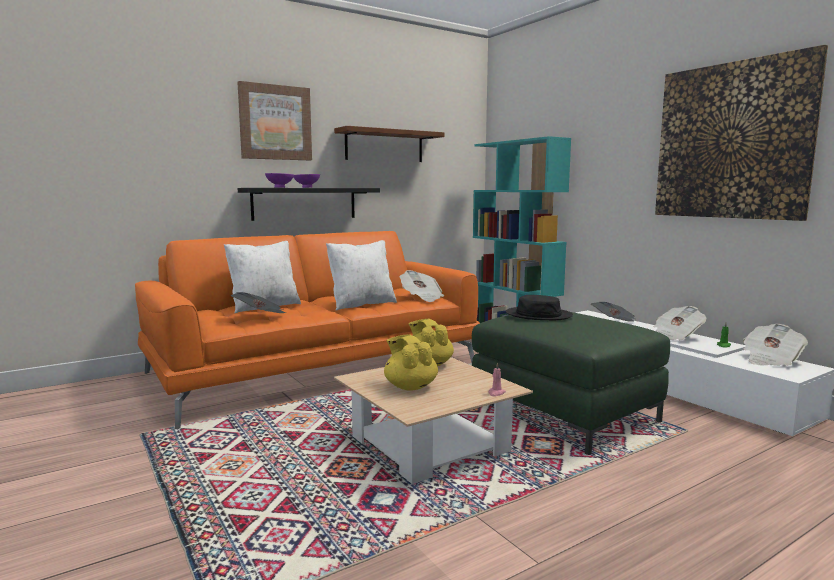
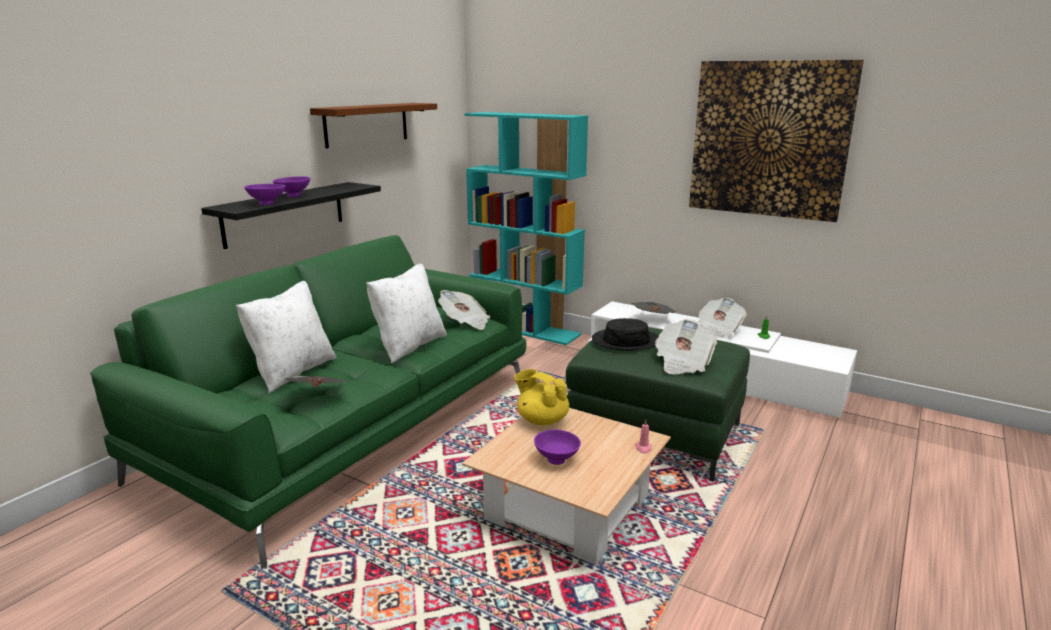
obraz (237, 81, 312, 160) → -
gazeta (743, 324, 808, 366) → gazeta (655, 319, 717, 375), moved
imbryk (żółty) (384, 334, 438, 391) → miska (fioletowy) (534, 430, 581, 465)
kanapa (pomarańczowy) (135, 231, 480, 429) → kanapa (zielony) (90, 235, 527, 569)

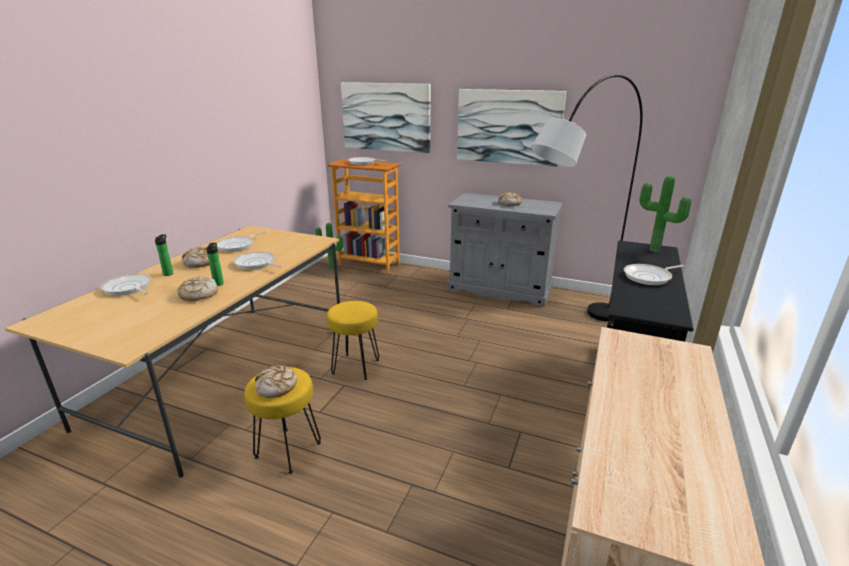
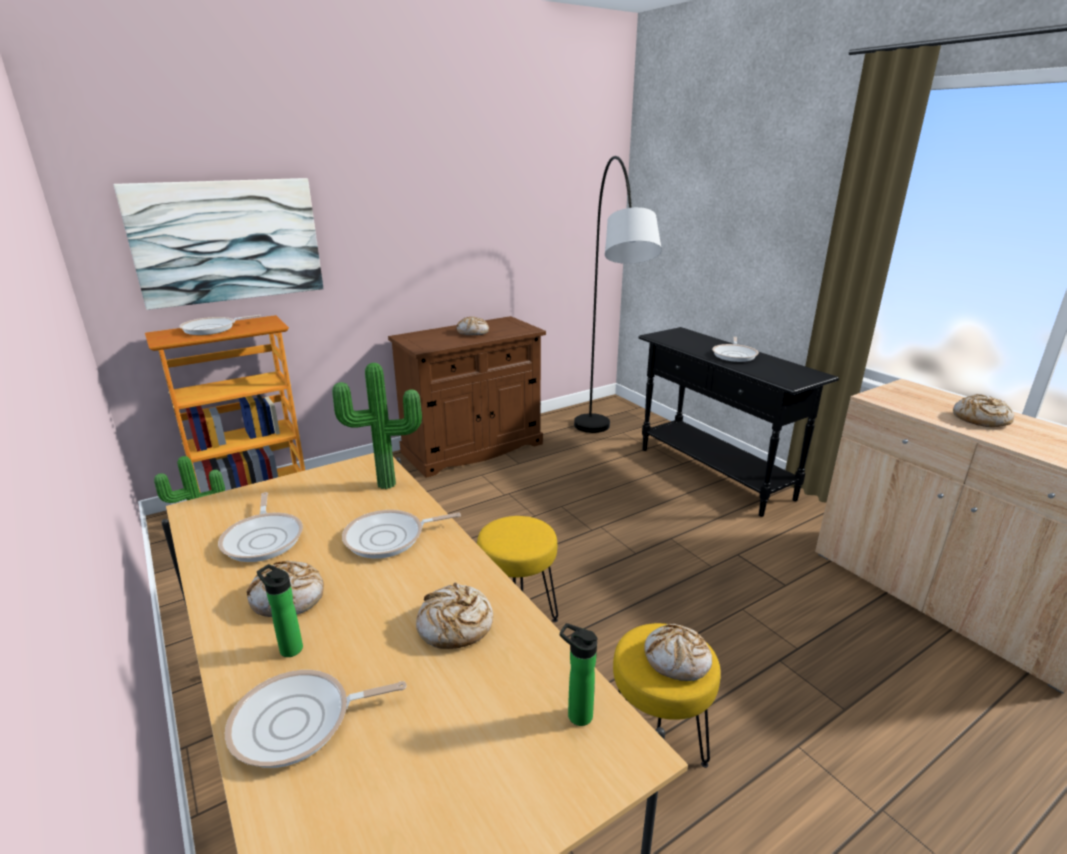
obraz (457, 89, 566, 167) → -
- → chleb (953, 394, 1014, 427)
butelka (206, 243, 224, 286) → butelka (560, 623, 598, 726), moved
roślina doniczkowa (639, 176, 691, 252) → roślina doniczkowa (332, 363, 422, 489), moved
szafka (szary) (448, 193, 563, 307) → szafka (brązowy) (388, 316, 546, 478)

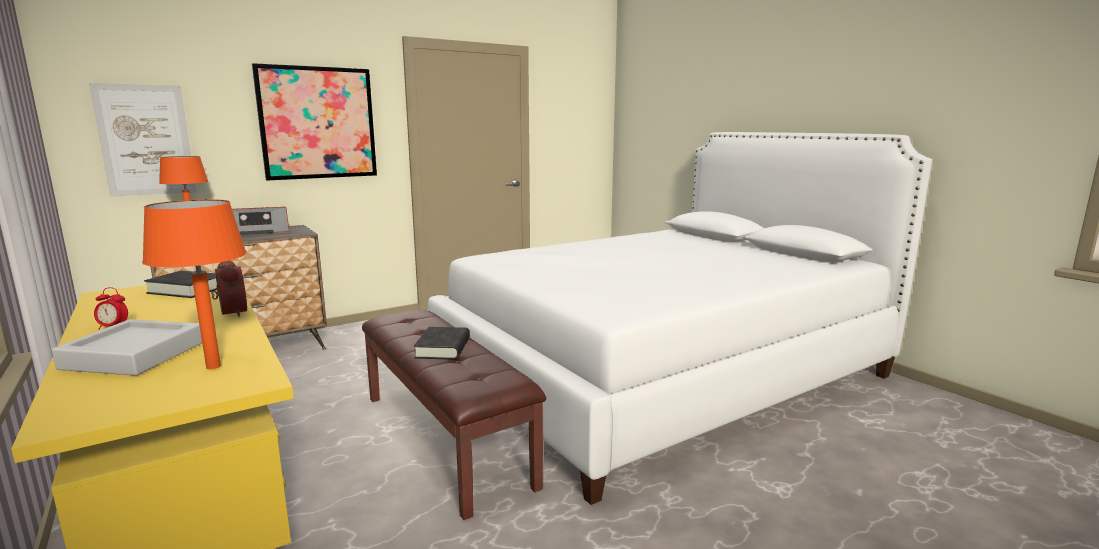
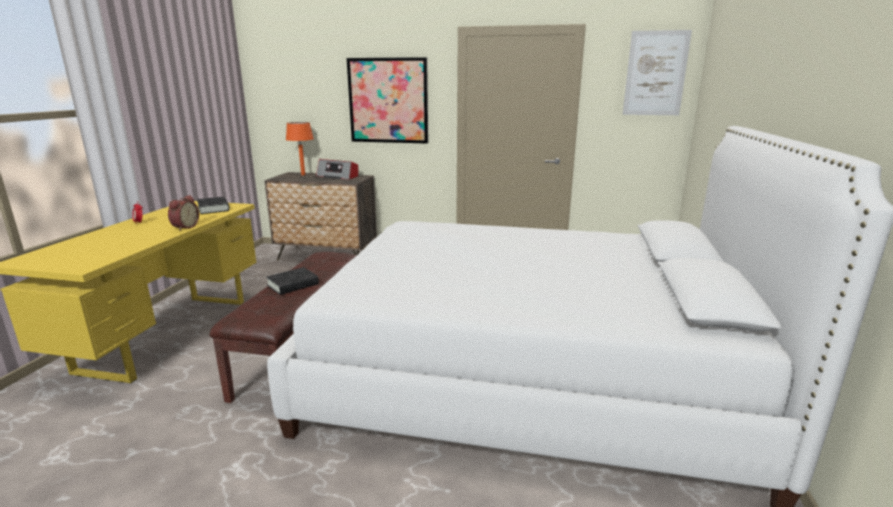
taca (szary) (52, 319, 202, 376) → -
lampa stołowa (pomarańczowy) (142, 199, 247, 369) → -
obraz (89, 83, 197, 197) → obraz (622, 30, 692, 115), moved

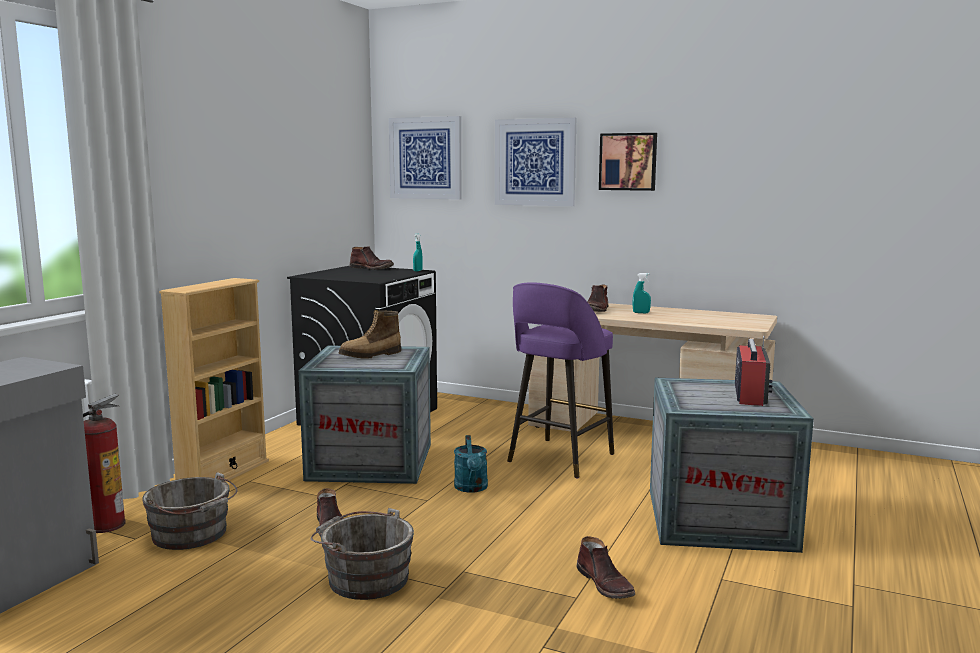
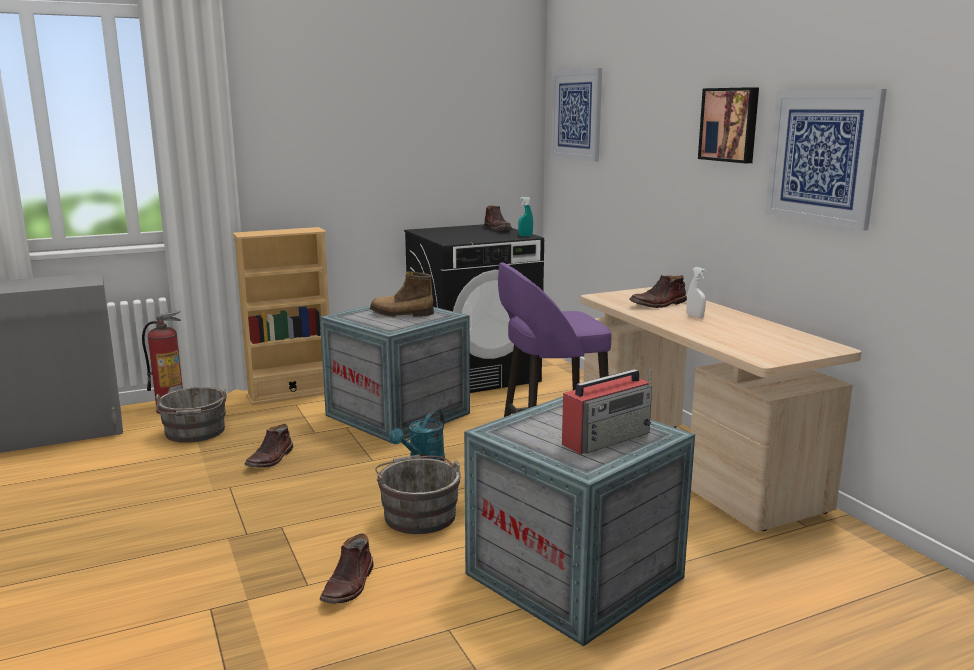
wiadro (szary) (311, 508, 414, 600) → wiadro (szary) (375, 455, 461, 534), moved
obraz (495, 118, 576, 206) → obraz (765, 89, 887, 231), moved
spryskiwacz (turkusowy) (633, 273, 651, 313) → spryskiwacz (biały) (686, 267, 706, 318)

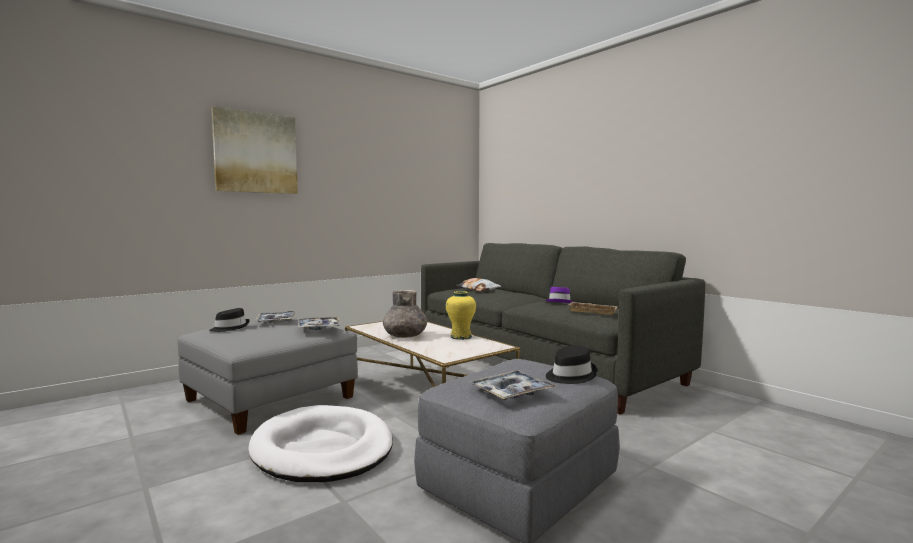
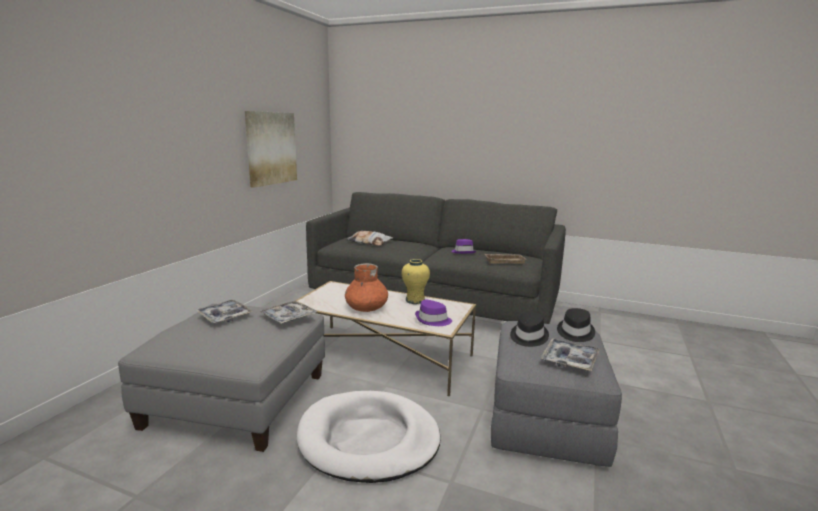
- → kapelusz (fioletowy) (415, 300, 452, 326)
kapelusz (czarny) (209, 308, 250, 332) → kapelusz (czarny) (510, 312, 549, 347), moved
obraz (211, 107, 298, 194) → obraz (245, 111, 297, 188), moved
wazon (szary) (383, 290, 427, 338) → wazon (pomarańczowy) (345, 263, 388, 312)

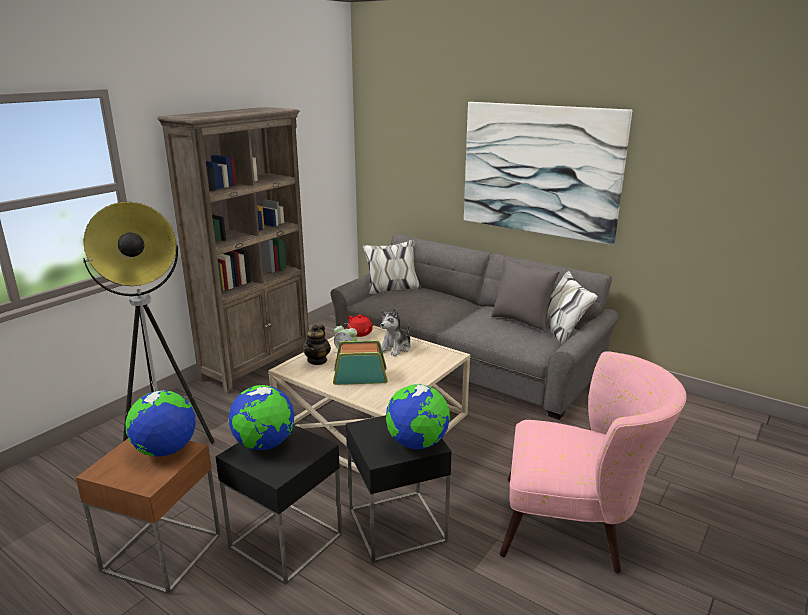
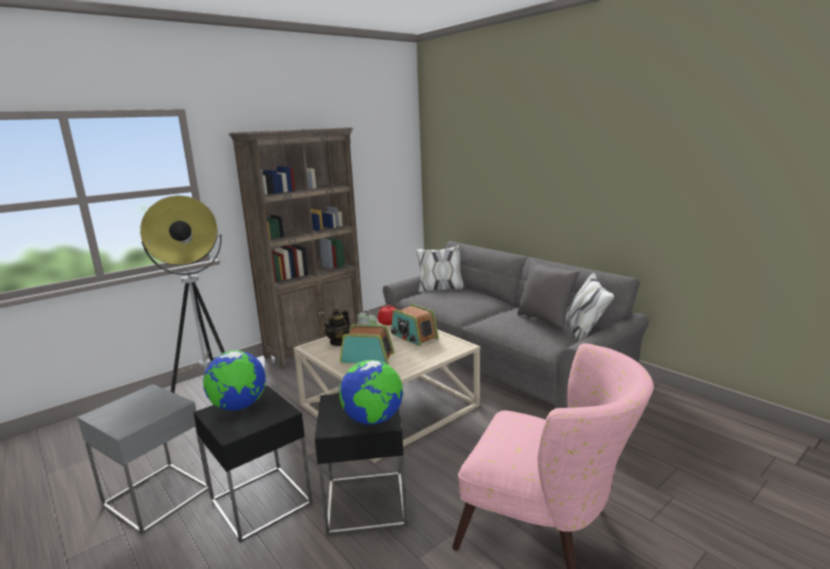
globus (125, 390, 196, 457) → -
obraz (464, 102, 632, 245) → -
pluszak (381, 308, 411, 356) → radio (391, 304, 439, 346)
stolik (brązowy) (76, 439, 221, 595) → stolik (szary) (77, 384, 209, 535)

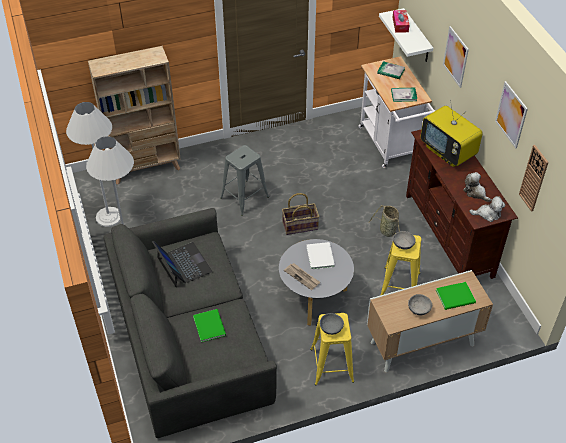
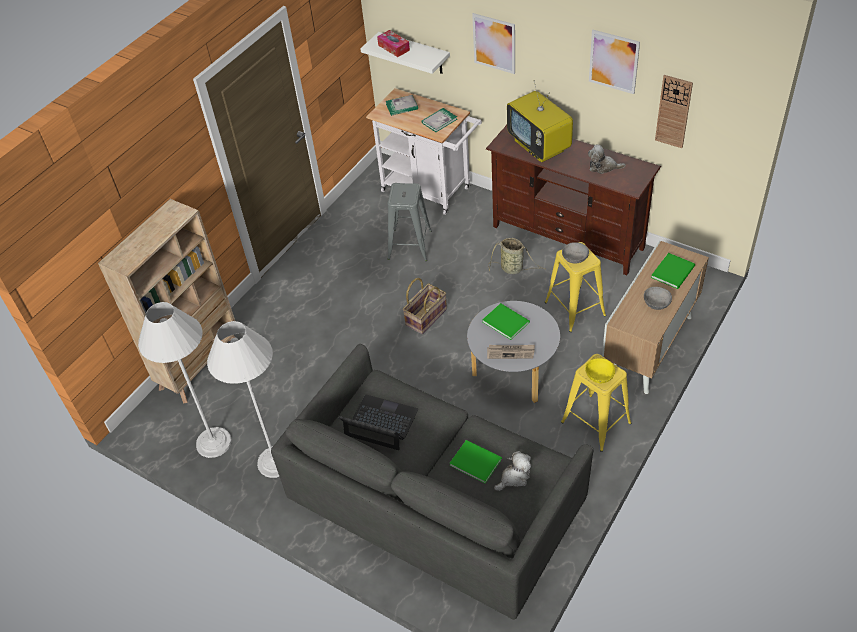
stołek (szary) (220, 145, 269, 215) → stołek (szary) (388, 183, 432, 261), moved
pluszak (469, 196, 505, 222) → pluszak (494, 451, 531, 491), moved
książka (biały) (306, 242, 335, 270) → książka (zielony) (482, 303, 530, 340)
miska (szary) (320, 313, 344, 335) → miska (żółty) (585, 358, 615, 383)
telewizor (421, 100, 483, 167) → telewizor (507, 80, 573, 162), 45 degrees clockwise

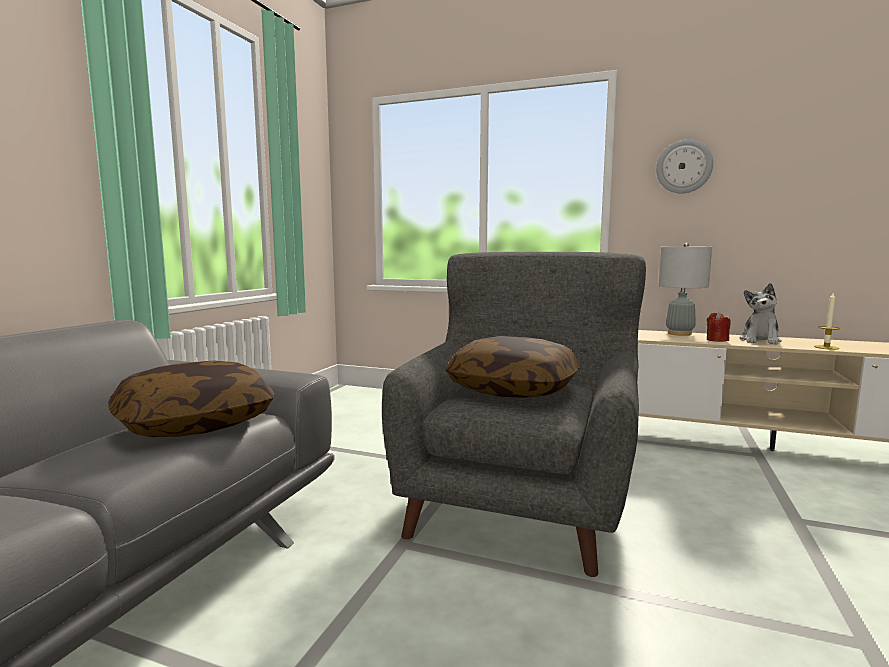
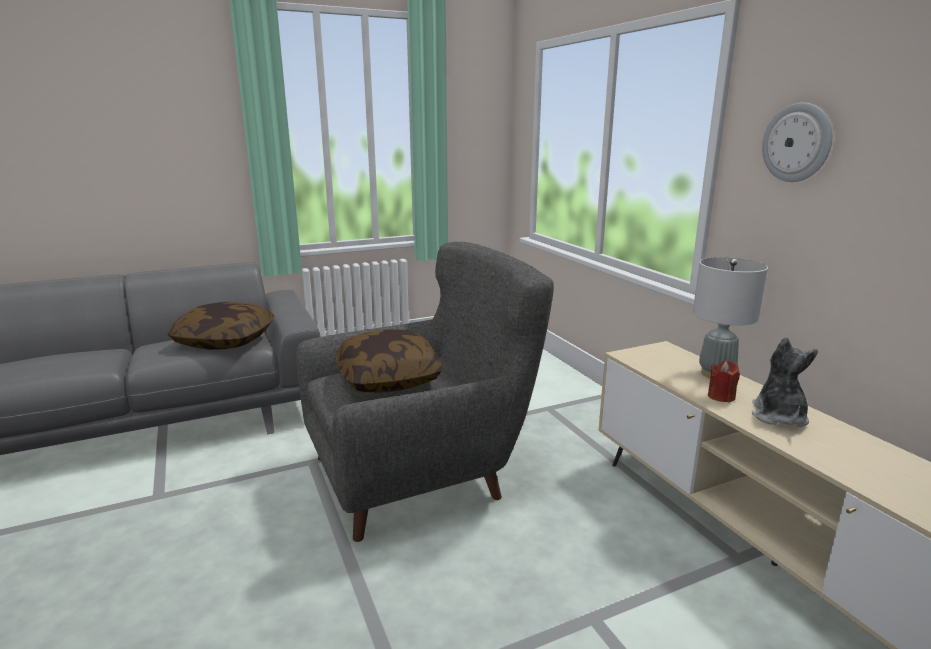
świeca (814, 293, 840, 350) → -
pluszak (739, 283, 782, 345) → pluszak (752, 337, 818, 427), 120 degrees clockwise

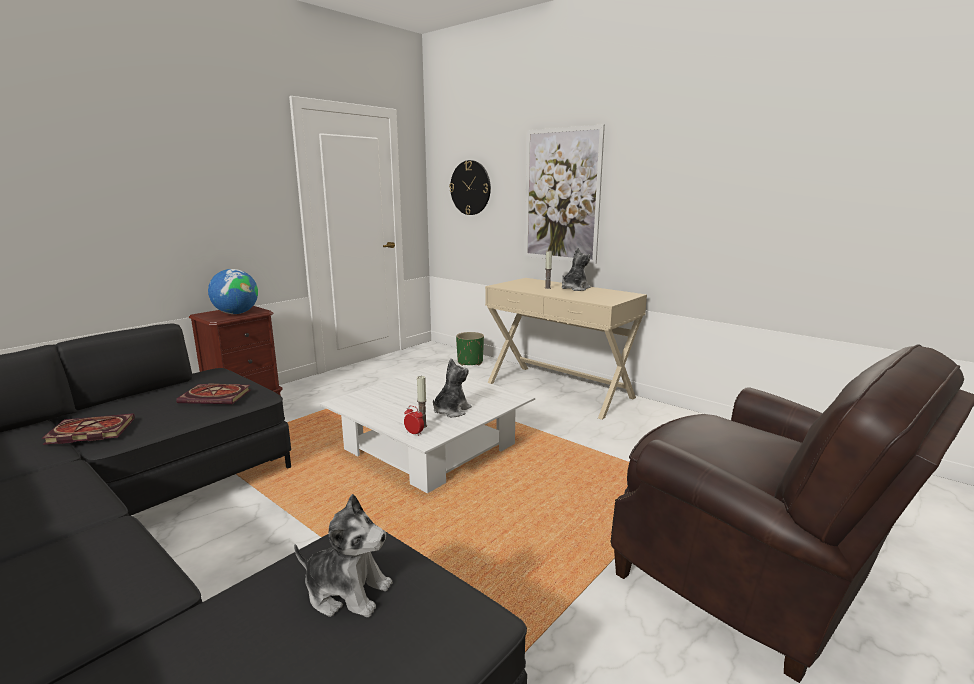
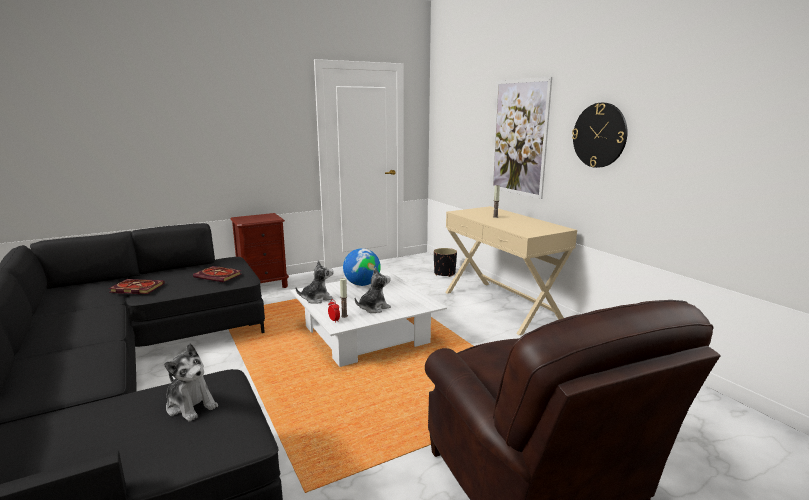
globus (208, 269, 258, 314) → globus (343, 248, 381, 286), moved
zegar ścienny (449, 160, 491, 215) → zegar ścienny (572, 103, 627, 168), moved
pluszak (562, 247, 591, 291) → pluszak (296, 260, 334, 304), moved
donica (zielony) (456, 332, 484, 366) → donica (czarny) (434, 248, 457, 277)

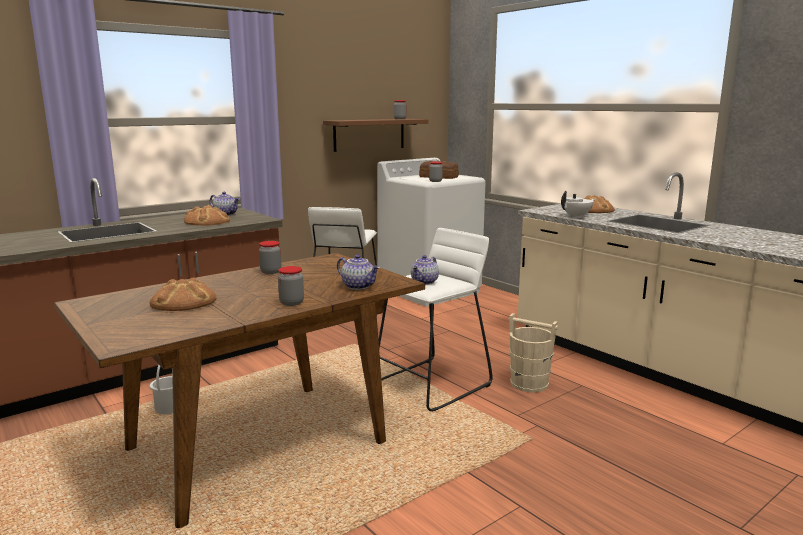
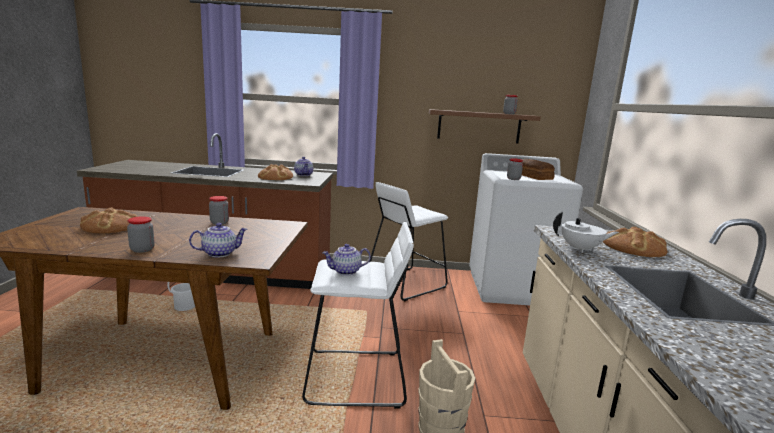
imbryk (337, 254, 380, 290) → imbryk (189, 223, 247, 258), 105 degrees counterclockwise

